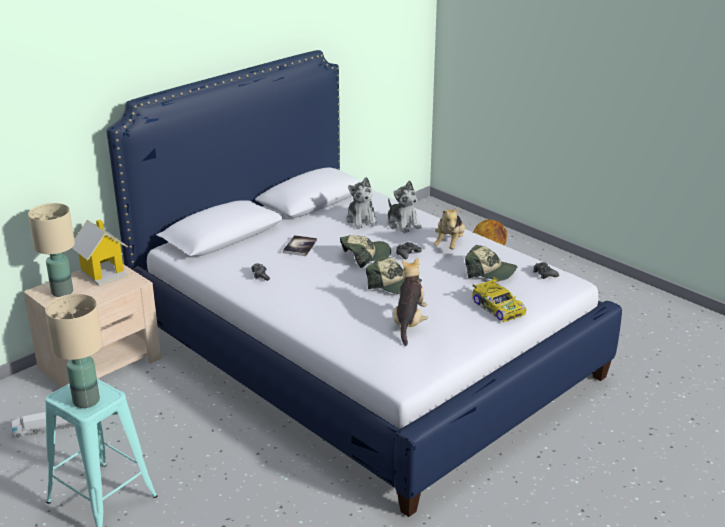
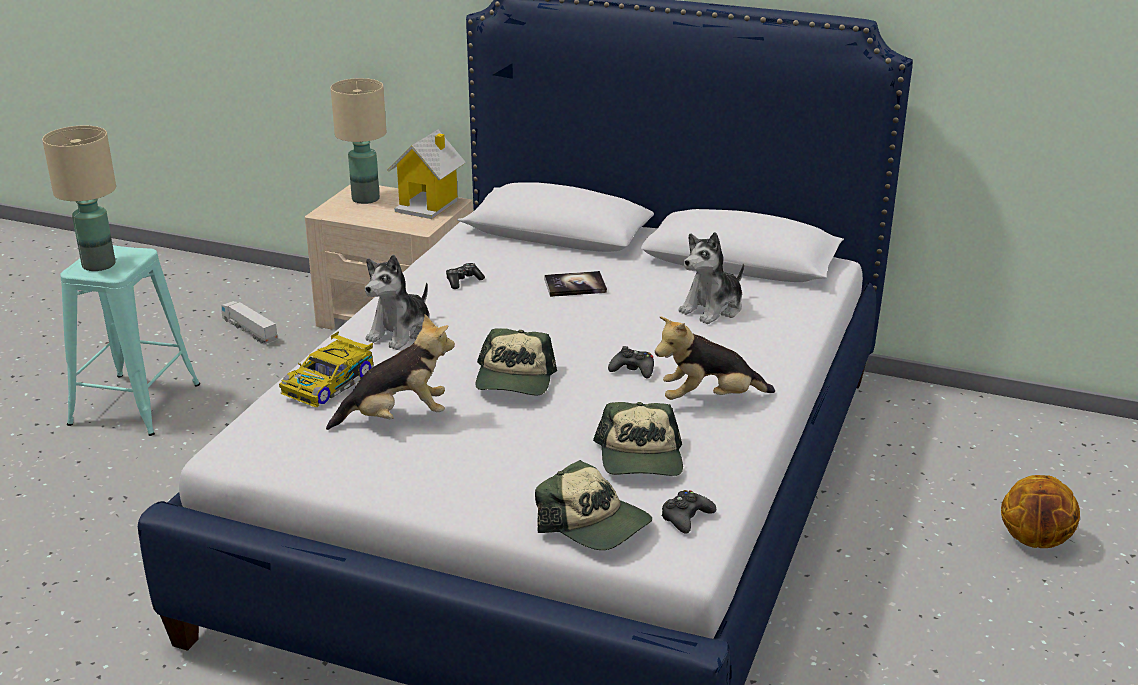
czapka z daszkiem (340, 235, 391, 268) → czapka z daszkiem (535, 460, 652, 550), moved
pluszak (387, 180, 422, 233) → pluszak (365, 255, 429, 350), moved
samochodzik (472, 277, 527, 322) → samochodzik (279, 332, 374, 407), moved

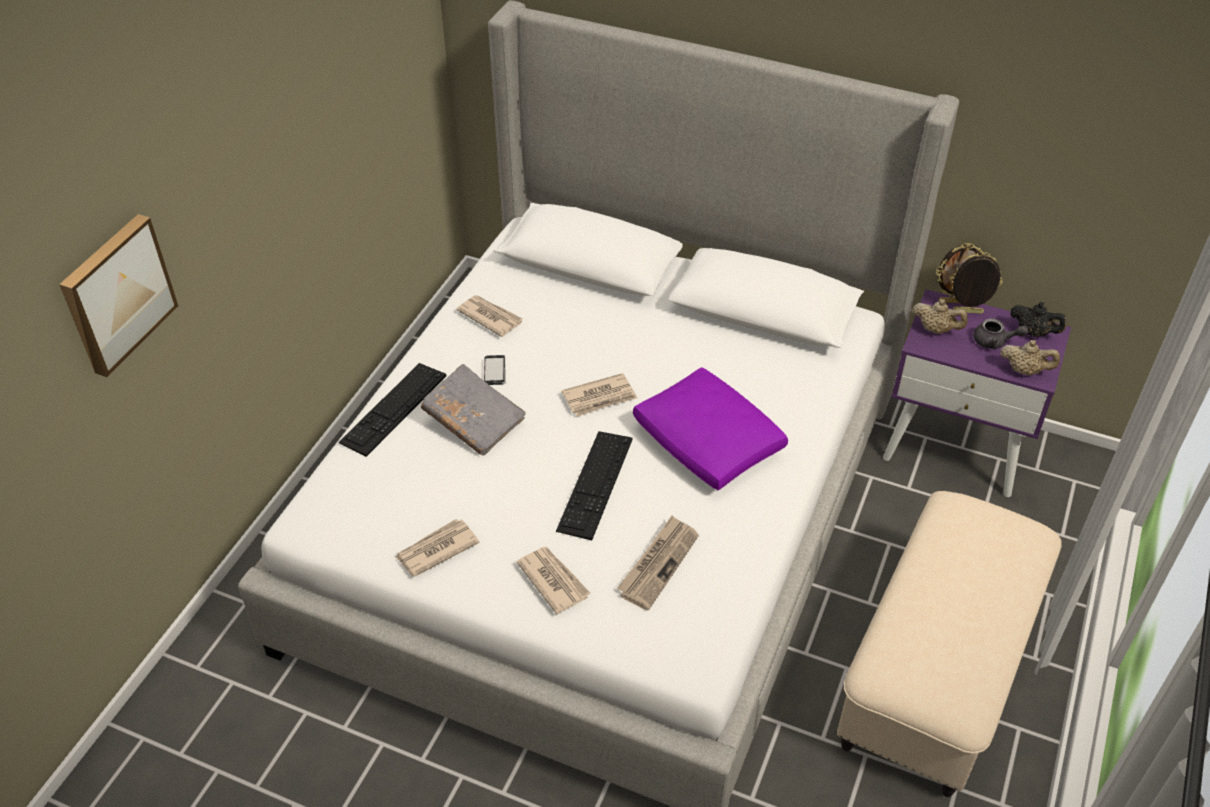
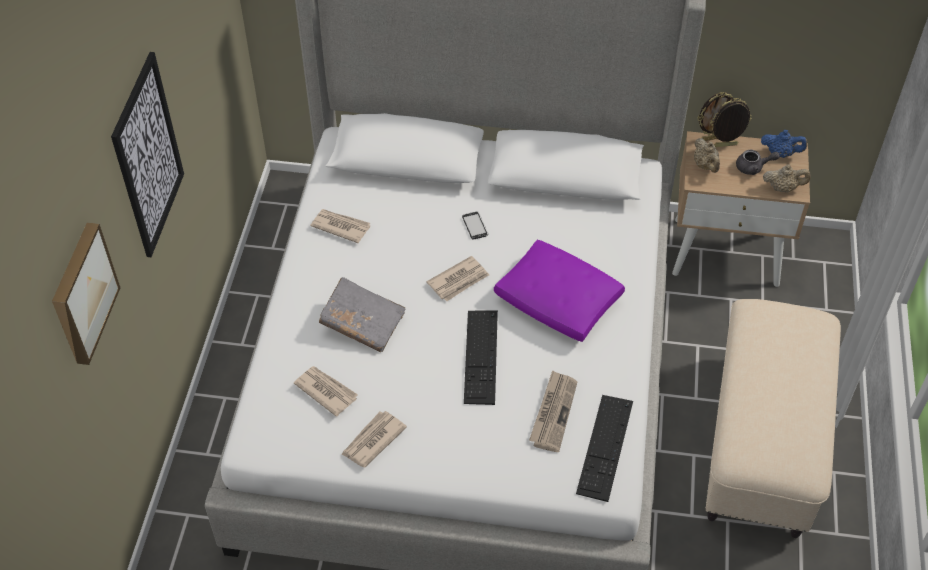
- → obraz (111, 52, 184, 257)
klawiatura (338, 363, 446, 457) → klawiatura (576, 395, 633, 502), moved
telefon (484, 355, 506, 385) → telefon (462, 211, 488, 240), moved
gazeta (516, 547, 590, 614) → gazeta (294, 366, 358, 417), moved
szafka nocna (fioletowy) (883, 289, 1071, 497) → szafka nocna (beżowy) (672, 131, 810, 287)
imbryk (czarny) (1010, 302, 1067, 337) → imbryk (niebieski) (761, 130, 807, 158)
imbryk (beżowy) (912, 299, 968, 334) → imbryk (beżowy) (694, 138, 720, 173), 60 degrees clockwise

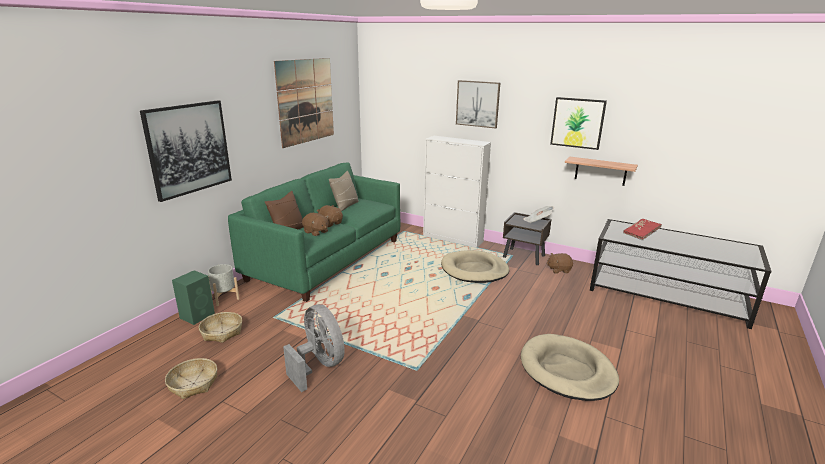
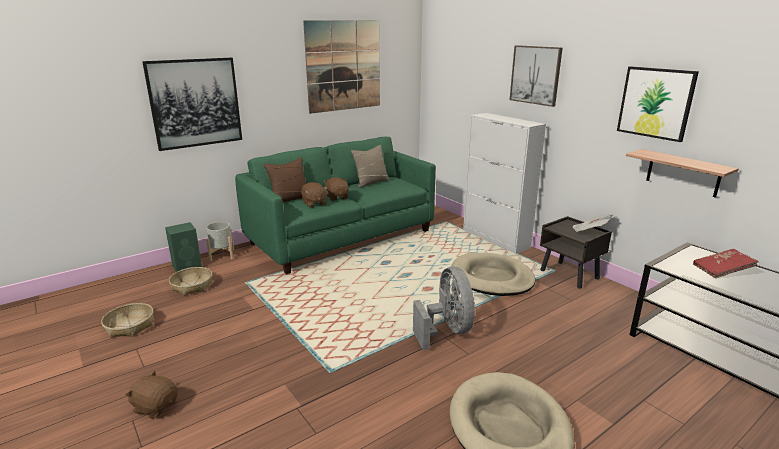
wentylator (szary) (283, 304, 345, 392) → wentylator (szary) (413, 267, 475, 350), moved
pluszak (brązowy) (546, 253, 573, 274) → pluszak (brązowy) (125, 371, 178, 419), moved

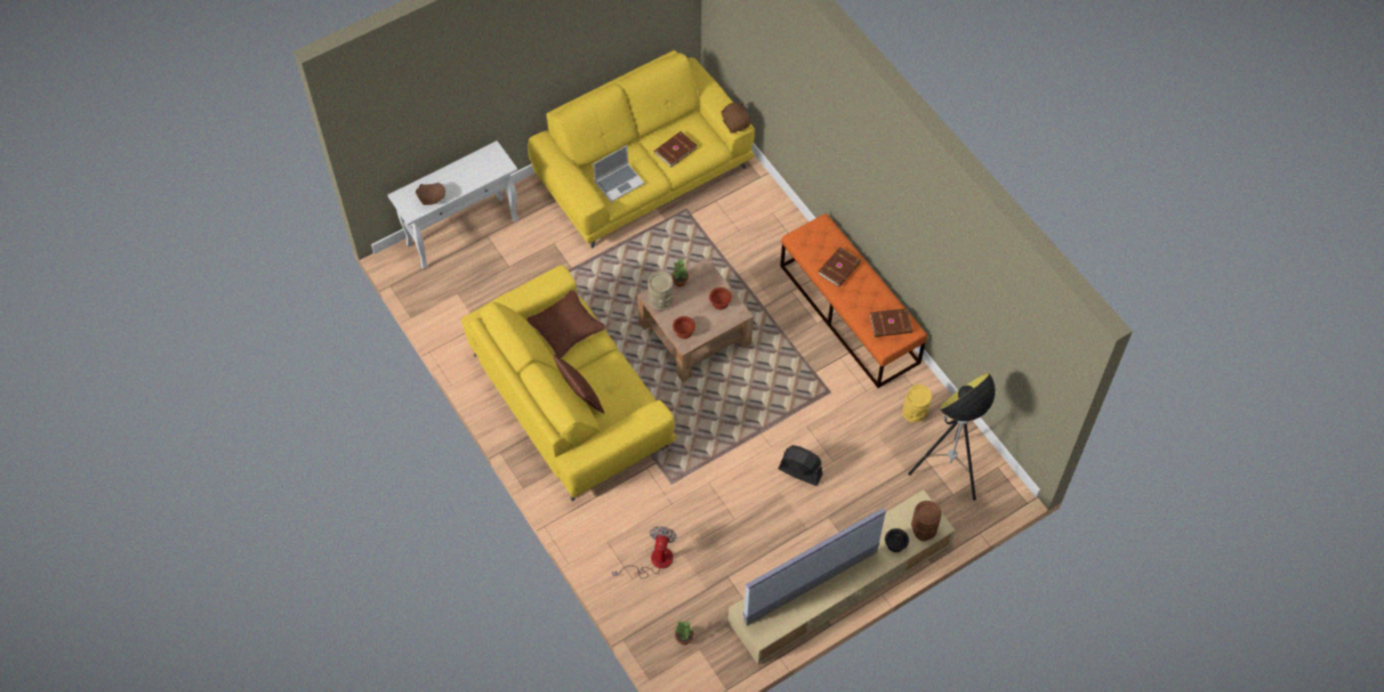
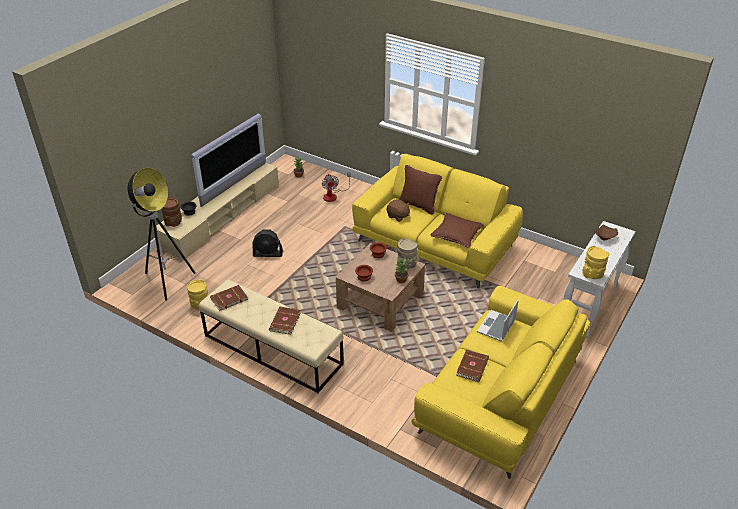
- → wazon (żółty) (582, 246, 609, 279)
pluszak (brązowy) (721, 102, 750, 133) → pluszak (brązowy) (387, 199, 410, 222), moved
ławka (pomarańczowy) (780, 213, 927, 388) → ławka (beżowy) (199, 279, 344, 393)

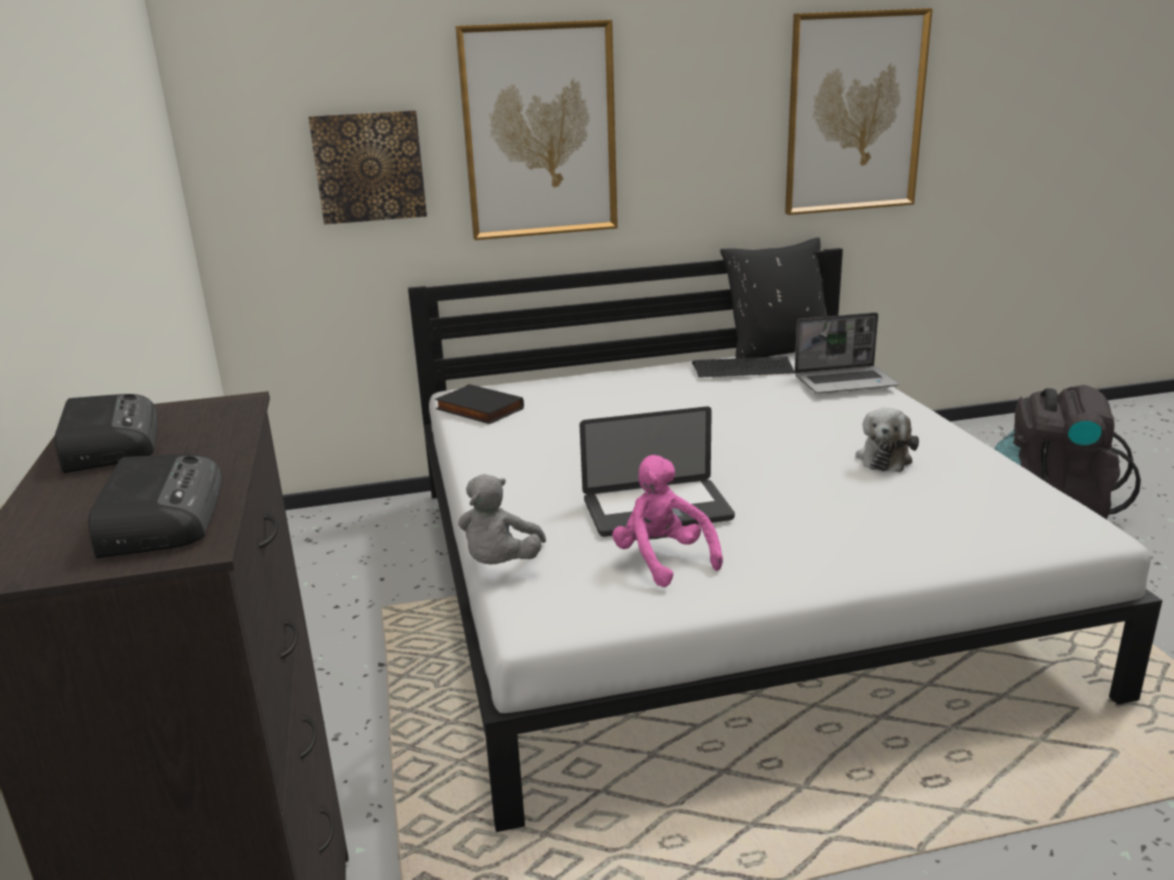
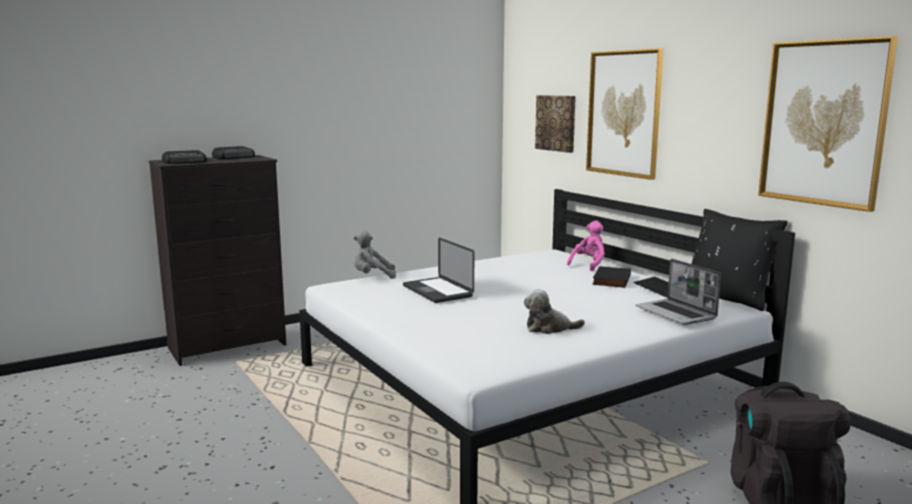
książka (czarny) (435, 384, 524, 424) → książka (czarny) (592, 266, 631, 288), moved
pluszak (różowy) (612, 455, 723, 587) → pluszak (różowy) (567, 220, 605, 271), moved

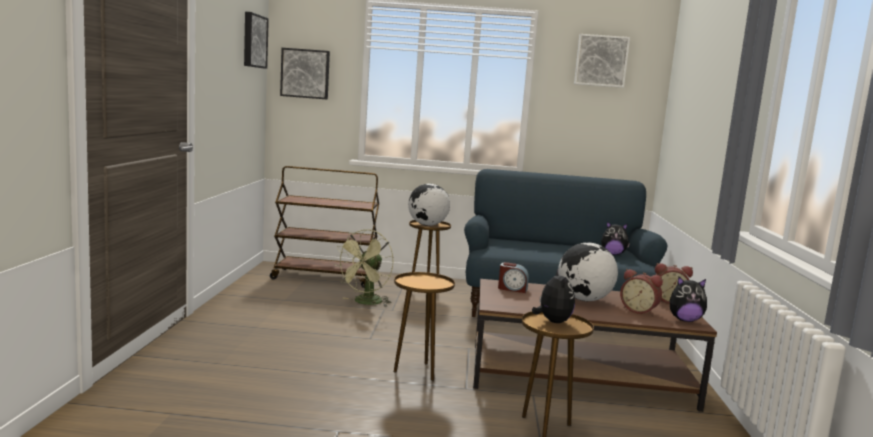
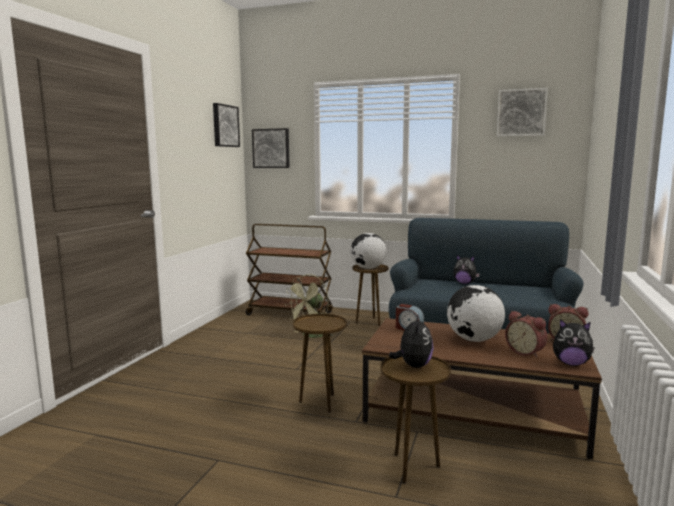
pluszak (601, 221, 630, 255) → pluszak (453, 255, 480, 284), moved

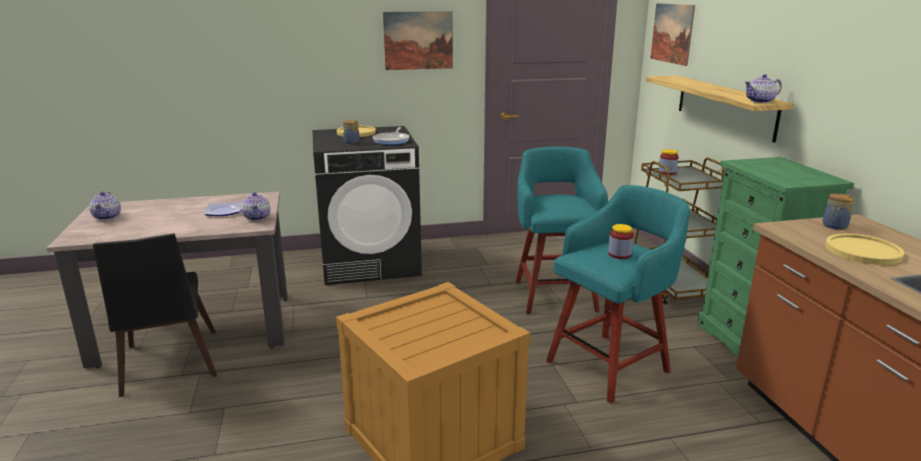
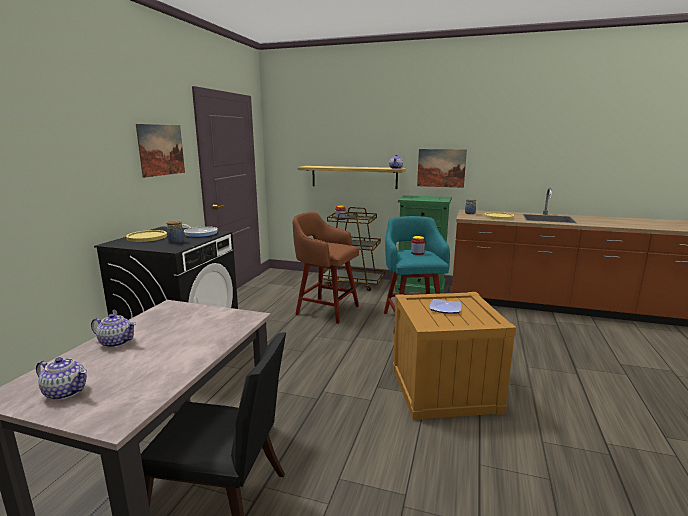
talerz (204, 201, 242, 216) → talerz (430, 299, 461, 314), moved
imbryk (241, 192, 270, 221) → imbryk (91, 314, 137, 348), moved
obraz (650, 3, 695, 66) → obraz (417, 149, 467, 188), moved
stołek (turkusowy) (516, 146, 608, 315) → stołek (brązowy) (293, 212, 359, 324)

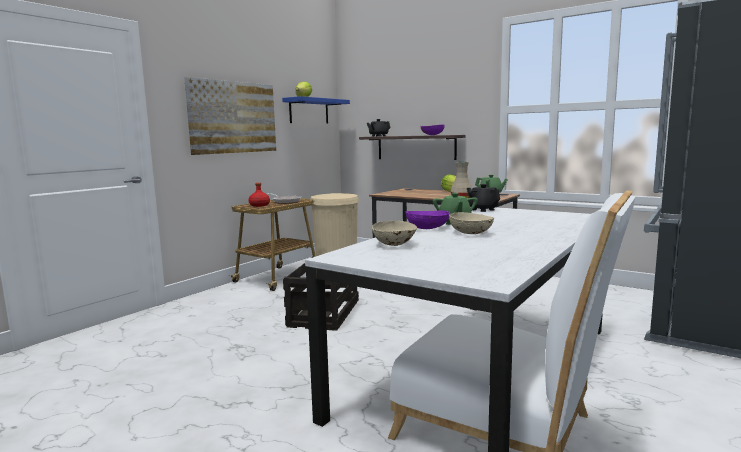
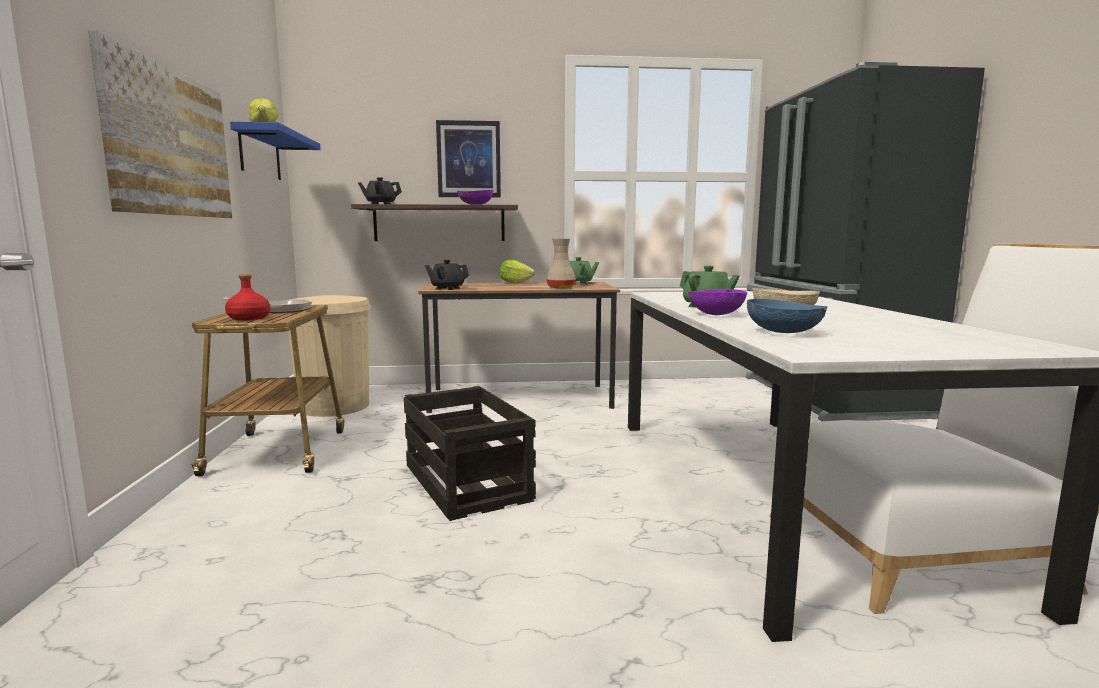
- → obraz (436, 120, 501, 198)
imbryk (czarny) (467, 184, 500, 212) → imbryk (czarny) (425, 260, 469, 290), moved
miska (beżowy) (372, 221, 417, 246) → miska (niebieski) (747, 298, 828, 333)

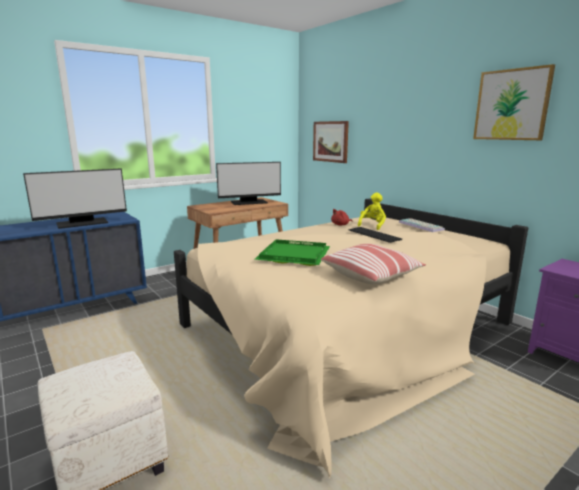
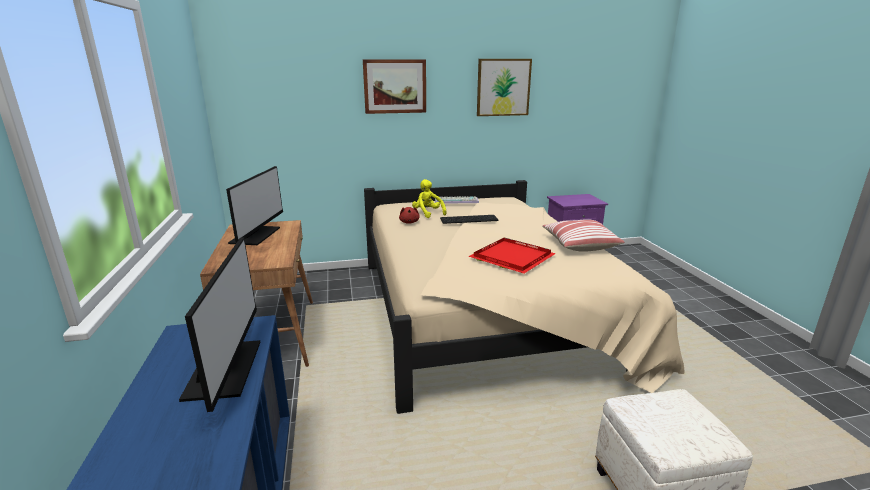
obraz (313, 121, 349, 163) → obraz (363, 59, 426, 114), moved
taca (zielony) (254, 239, 330, 266) → taca (czerwony) (468, 237, 556, 273)

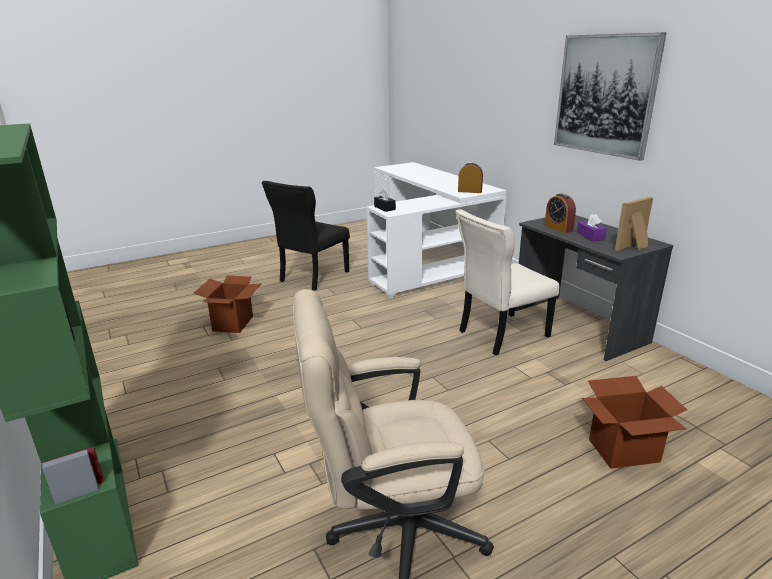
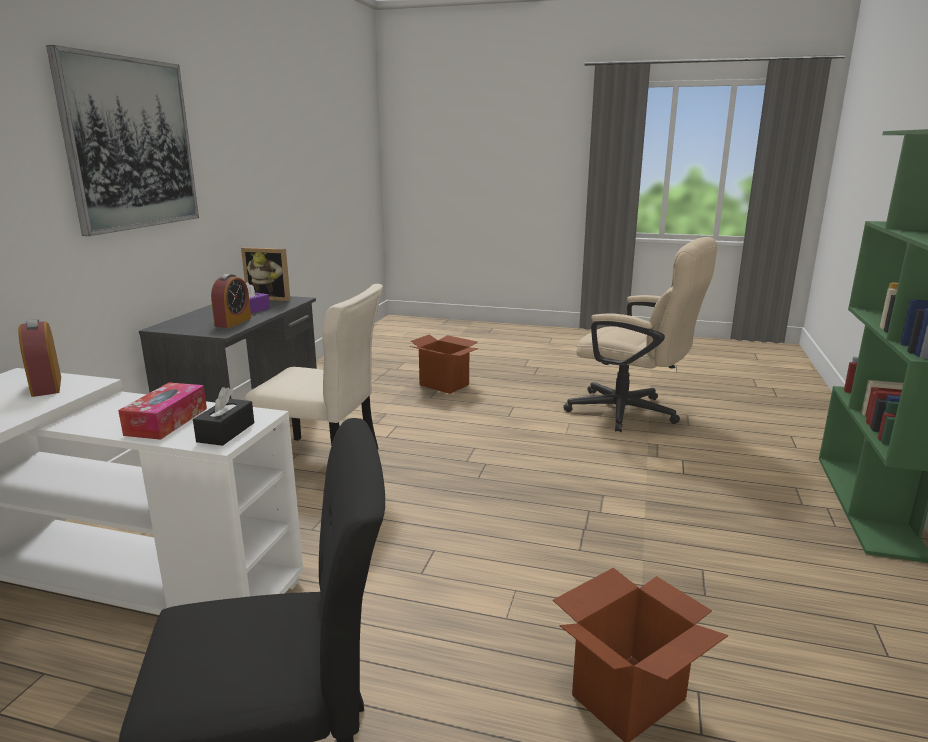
- → pudełko chusteczek (118, 382, 207, 440)

